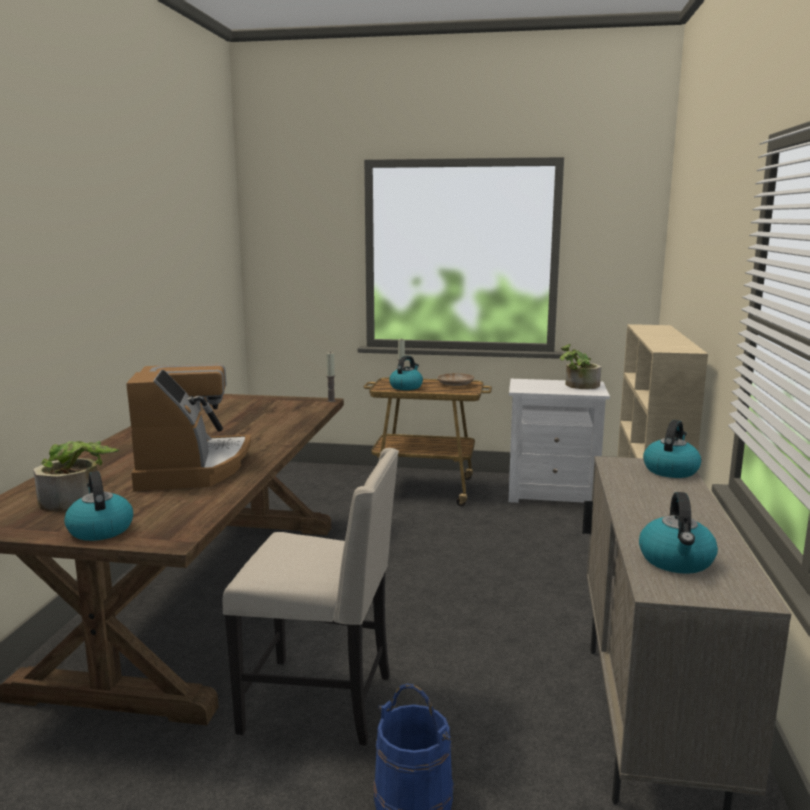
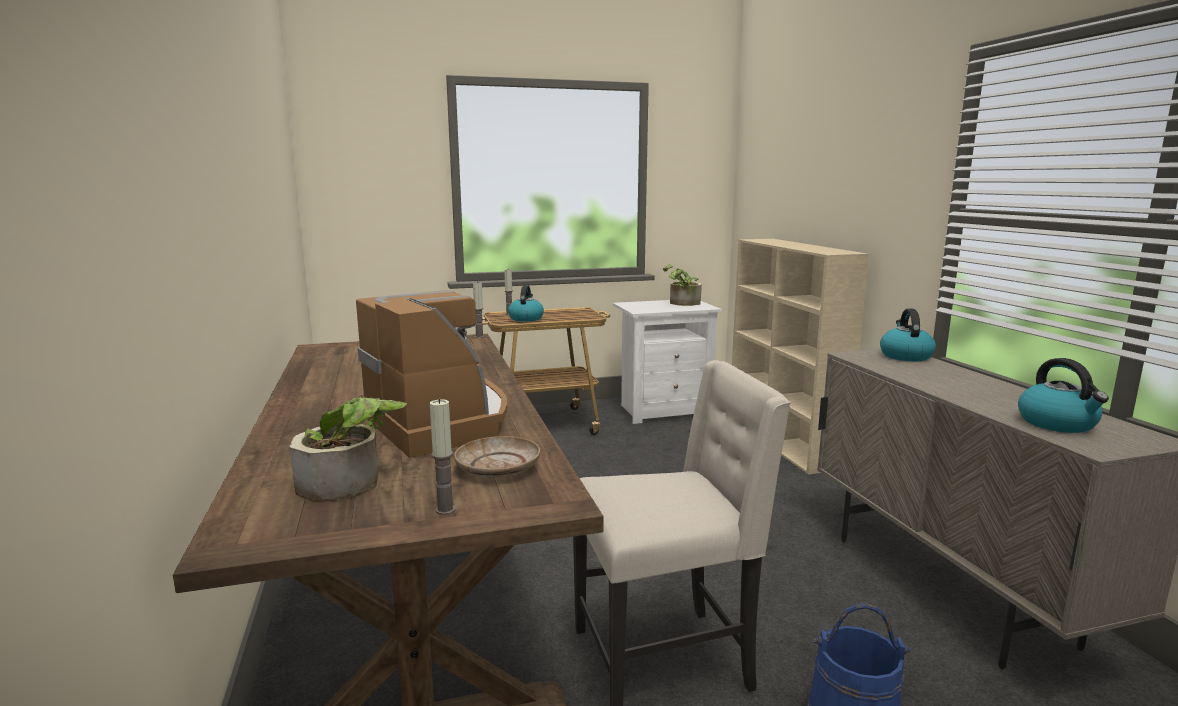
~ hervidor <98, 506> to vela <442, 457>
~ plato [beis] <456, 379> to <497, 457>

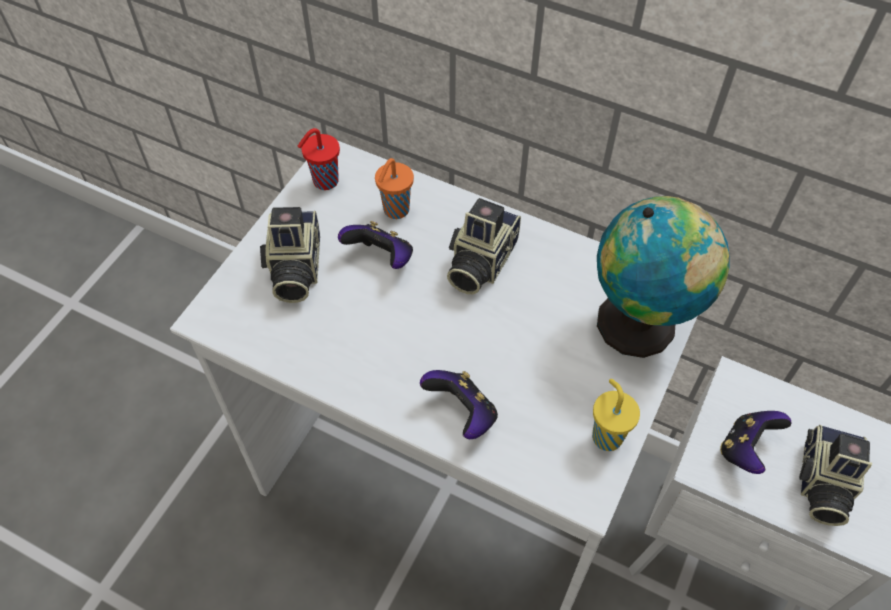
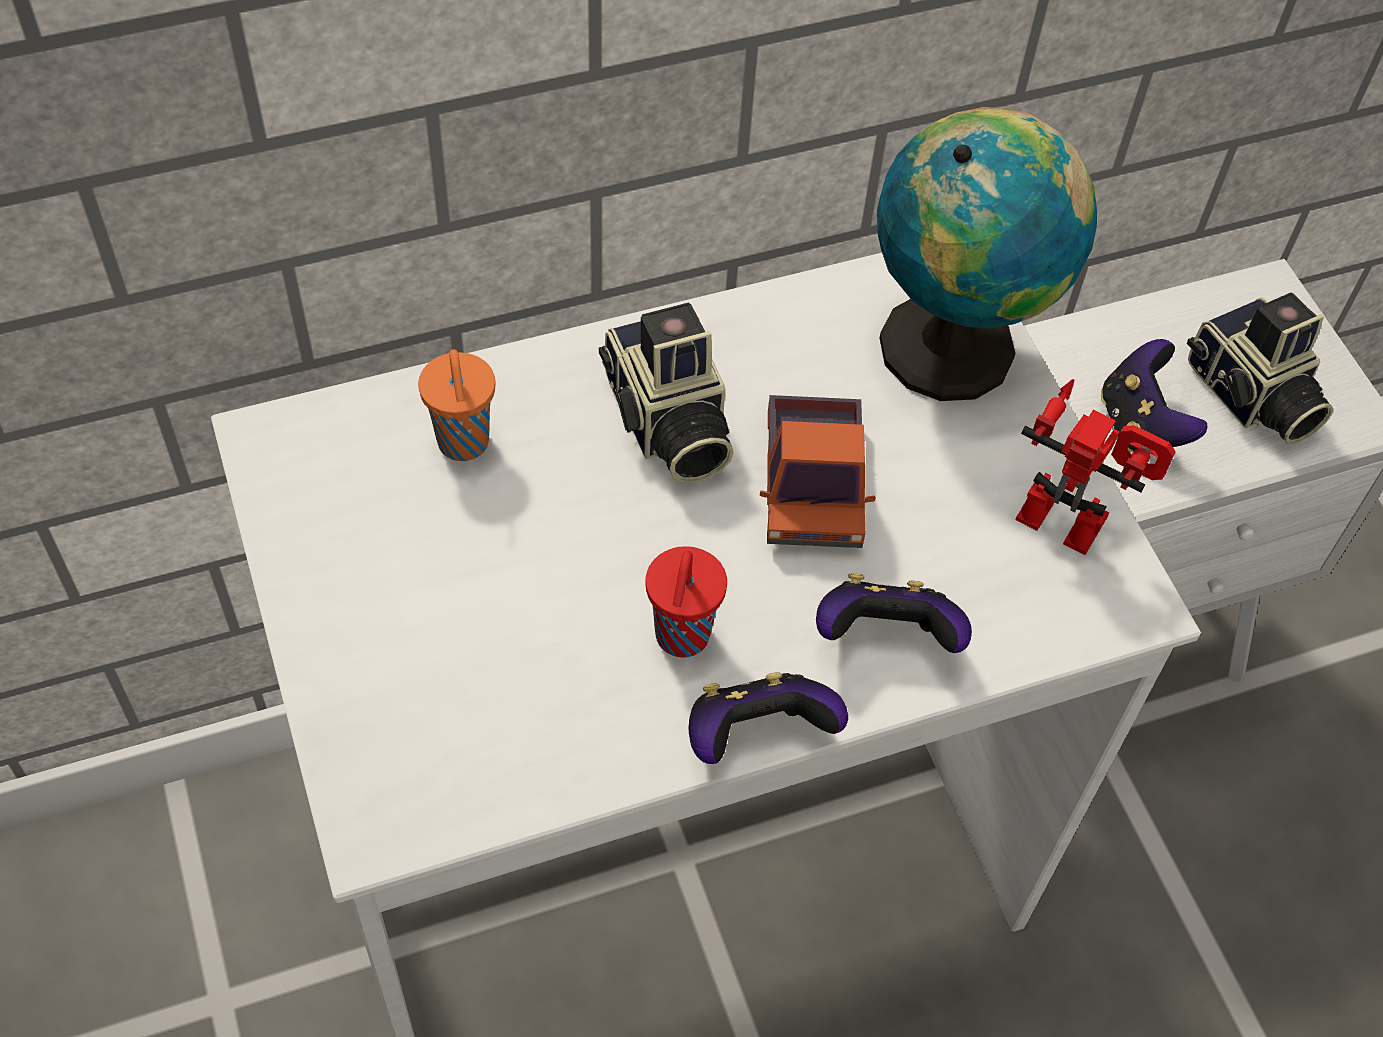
~ taza [rojo] <319, 159> to <686, 601>
~ mando de consola <375, 245> to <768, 718>
+ camión de juguete <818, 471>
~ taza [amarillo] <616, 415> to robot de juguete <1095, 467>
- cámara <290, 255>

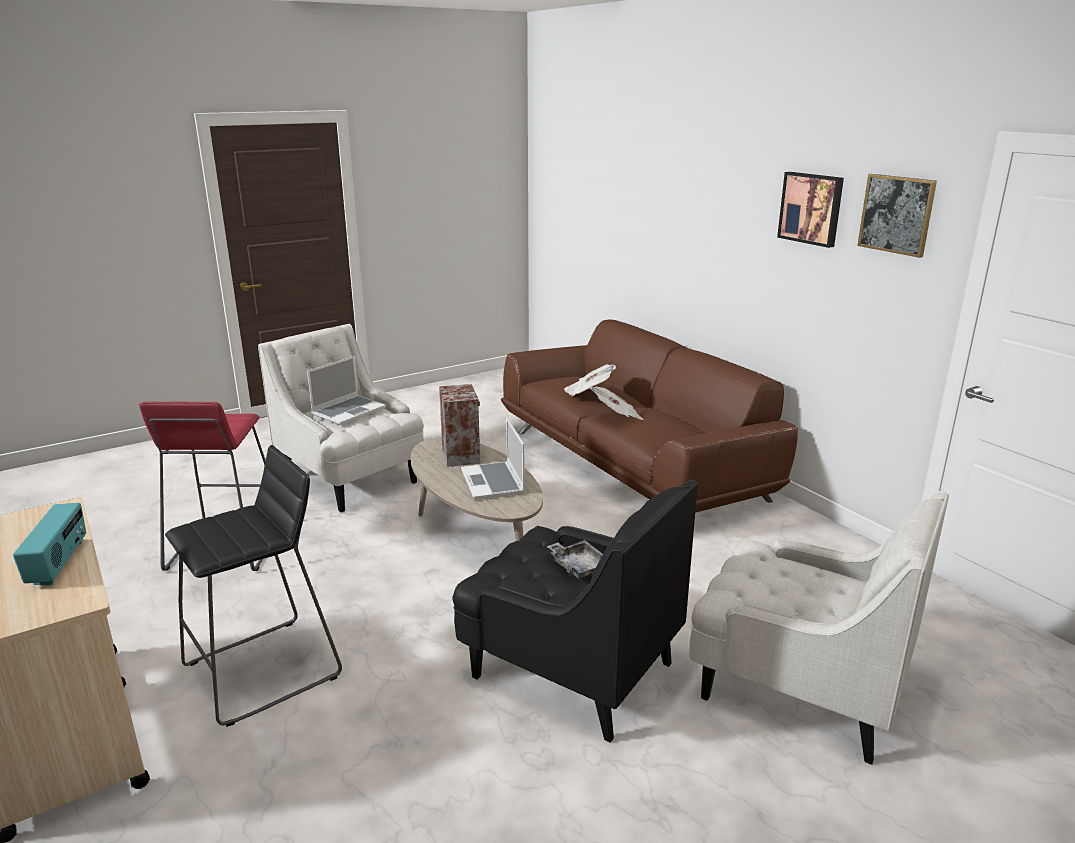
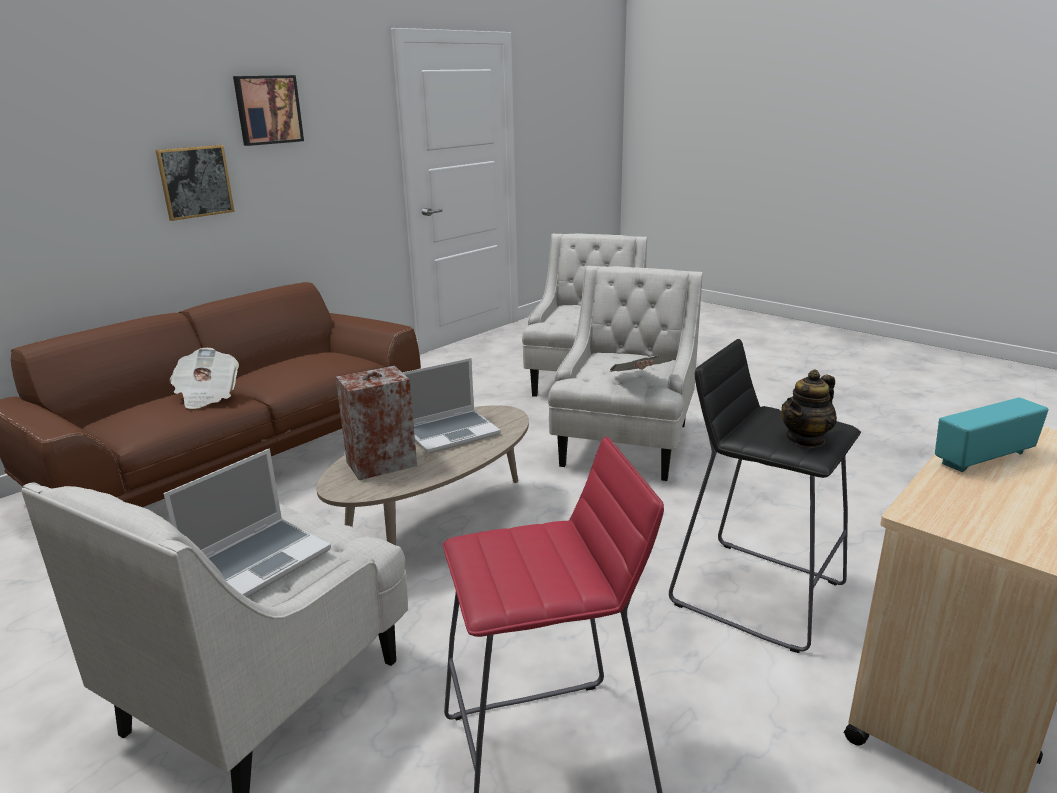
~ cuadro <897, 216> to <195, 183>
~ portátil <346, 390> = <247, 523> 105 degrees clockwise
~ sillón [negro] <575, 611> to sillón [blanco] <625, 373>
~ periódico <616, 403> to <641, 363>
+ tetera <809, 408>
- bandeja [gris] <575, 559>

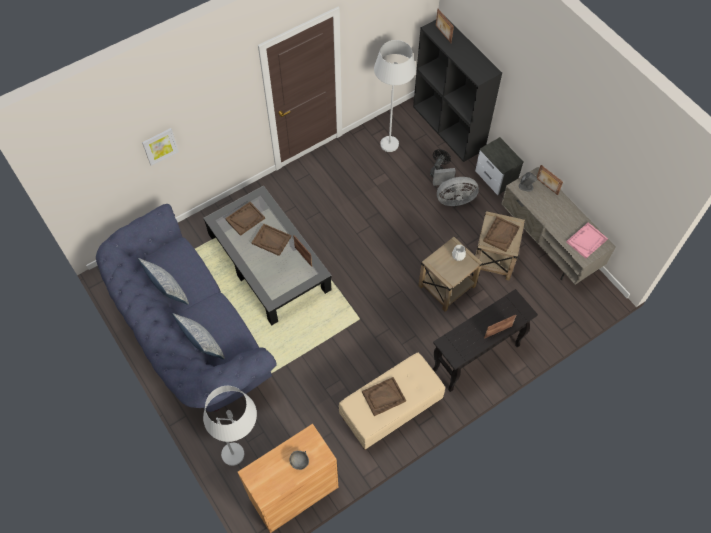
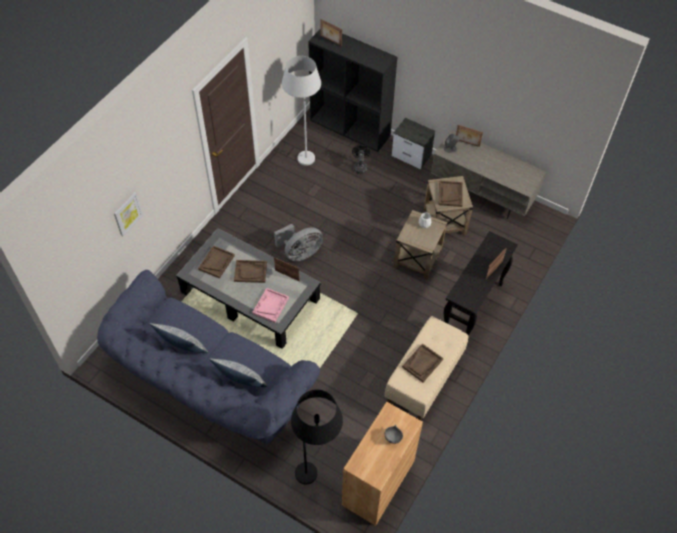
~ bandeja [rosa] <587, 240> to <270, 305>
~ ventilador [gris] <456, 187> to <298, 242>
~ lámpara de pie [blanco] <230, 426> to lámpara de pie [negro] <317, 437>

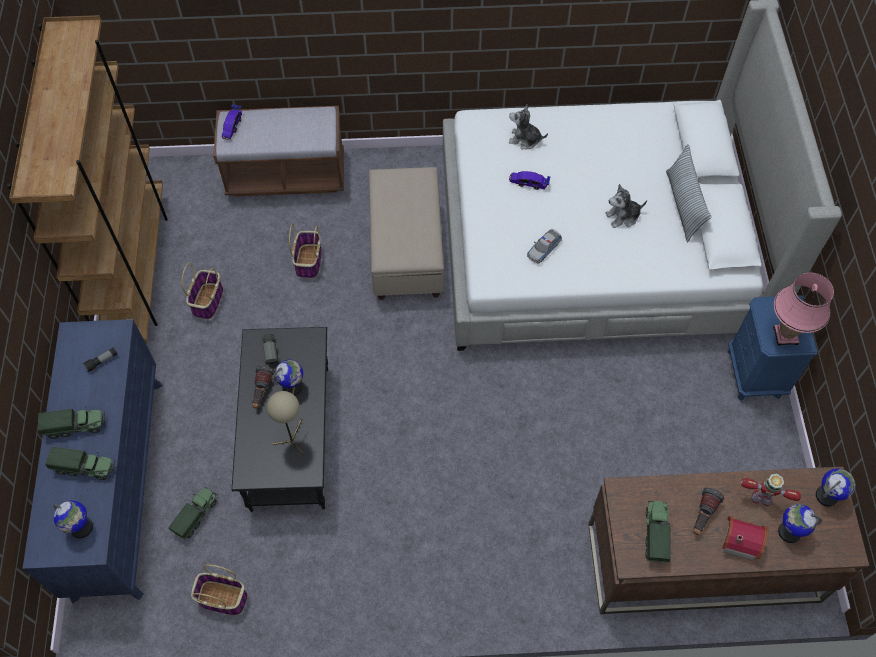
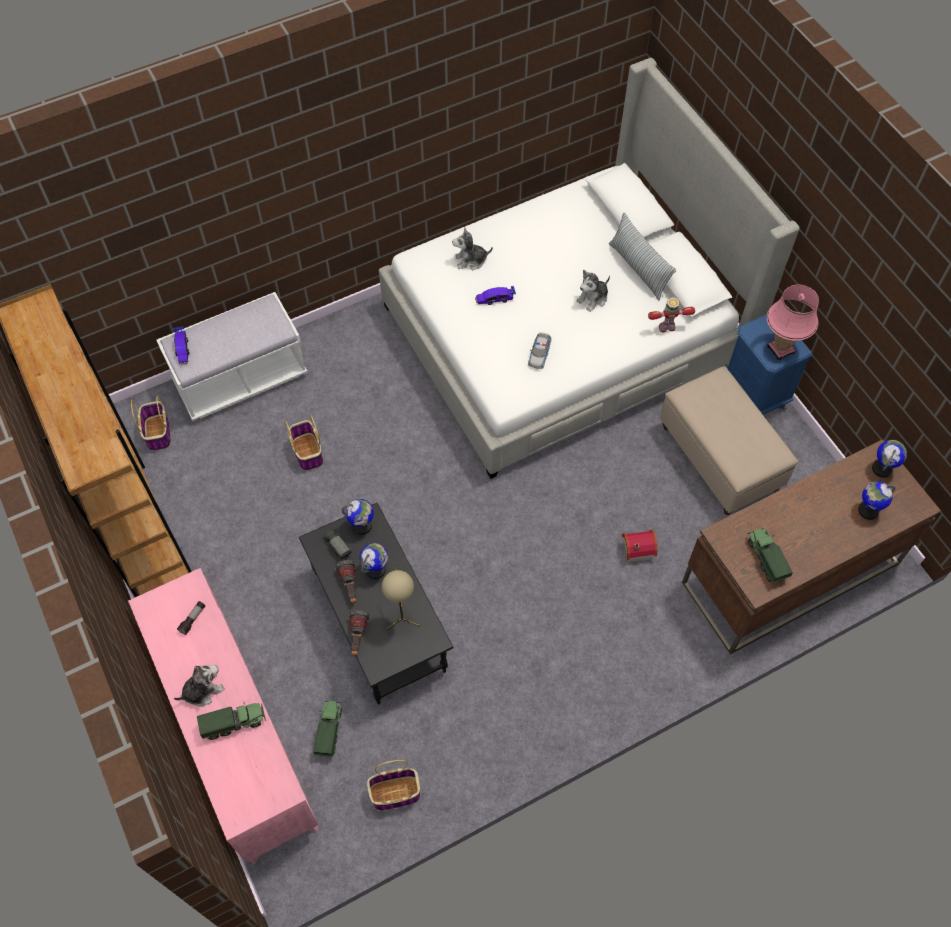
~ cómoda [azul] <92, 461> to cómoda [rosa] <223, 716>
~ cesta <202, 291> to <151, 423>
~ banco [marrón] <278, 151> to banco [blanco] <231, 356>
~ camión de juguete <71, 423> to peluche <199, 685>
~ globo terráqueo <73, 519> to <357, 517>
~ linterna <709, 511> to <359, 633>
~ casita <745, 538> to <639, 546>
~ robot de juguete <771, 490> to <671, 315>
~ puf [beis] <406, 233> to <729, 440>

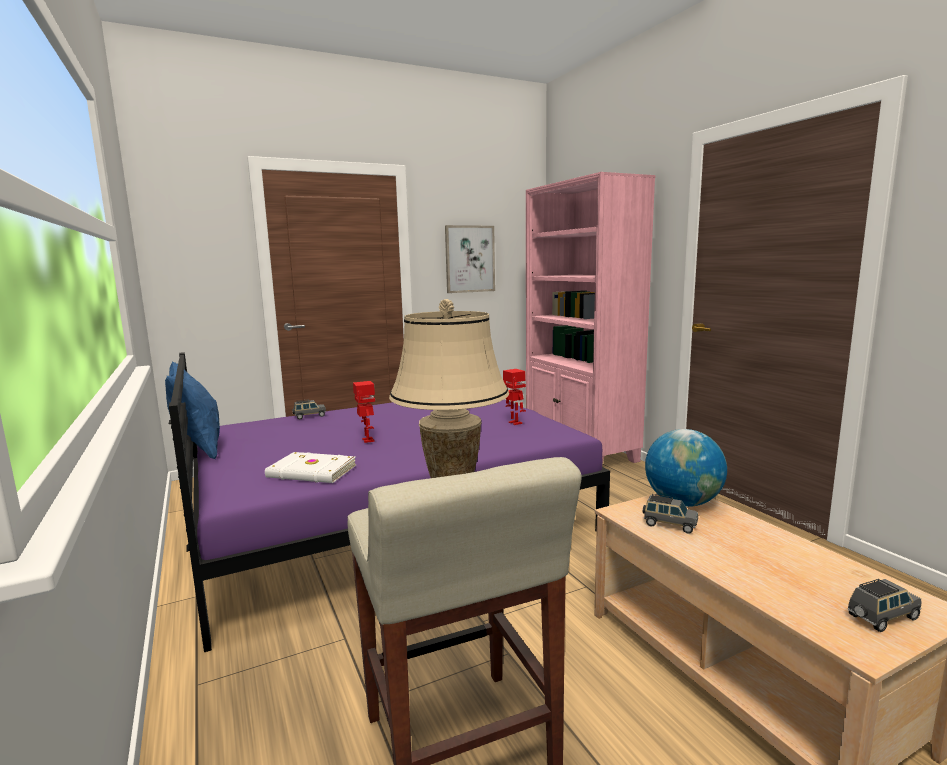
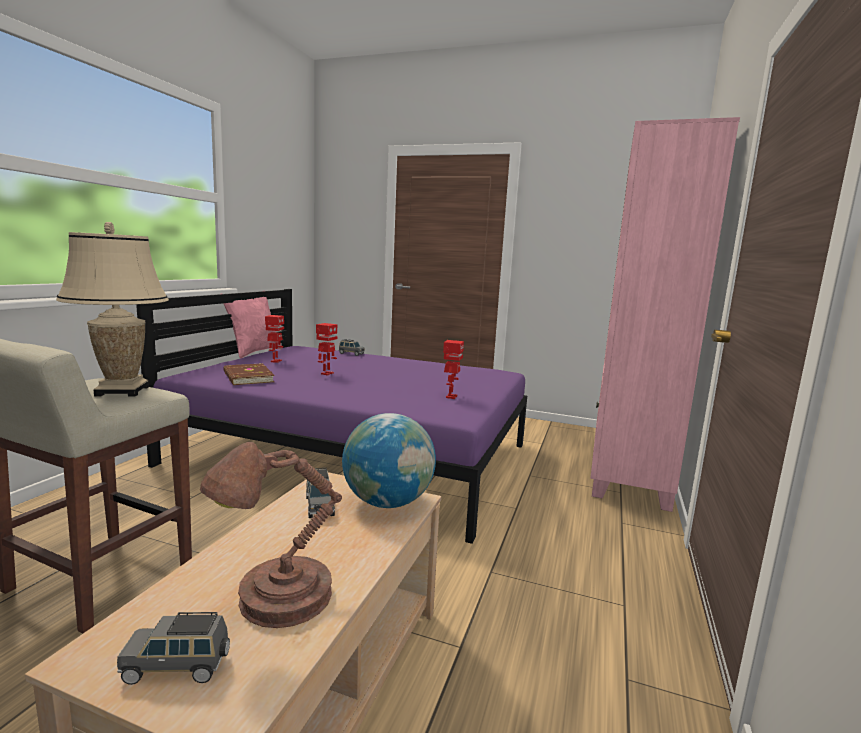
~ coche de juguete [gris] <885, 605> = <173, 648> 150 degrees clockwise
+ lámpara de mesa [marrón] <271, 535>
~ cojín [azul] <192, 410> to cojín [rosa] <252, 328>
~ libro [blanco] <310, 467> to libro [marrón] <249, 374>
+ robot de juguete <274, 339>
- cuadro <470, 259>

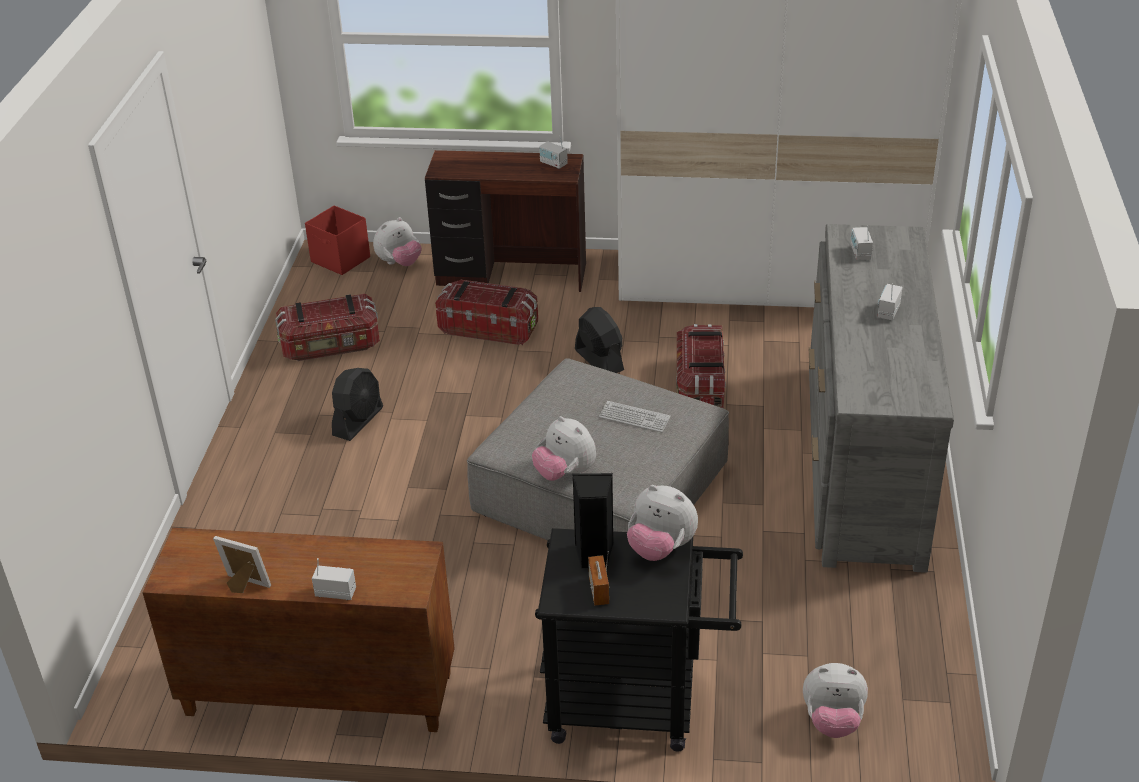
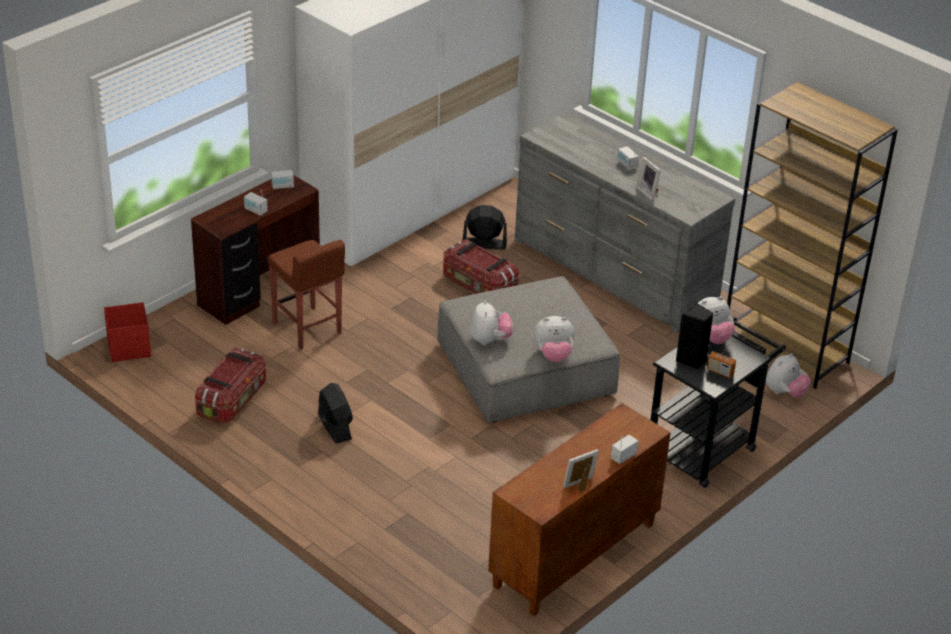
~ radio <862, 242> to <256, 202>
~ caja de almacenaje <486, 312> to taburete [marrón] <306, 295>
~ ventilador [negro] <599, 340> to <484, 227>
~ peluche <397, 241> to <491, 322>
+ portarretratos <648, 179>
+ estantería [marrón] <812, 235>
- teclado <635, 416>

